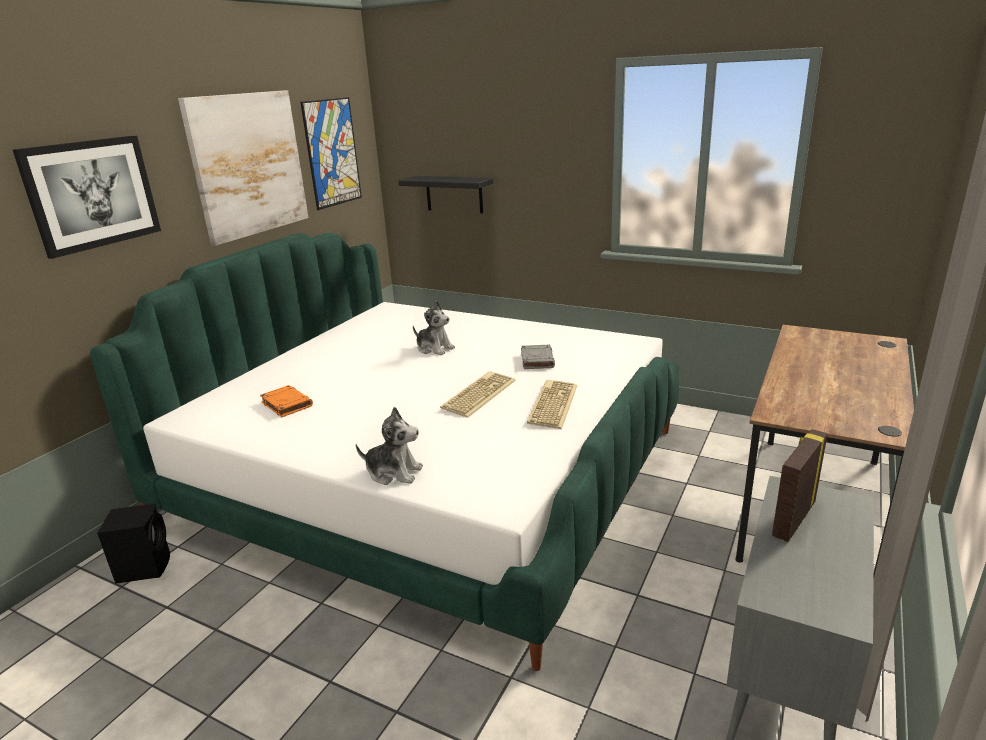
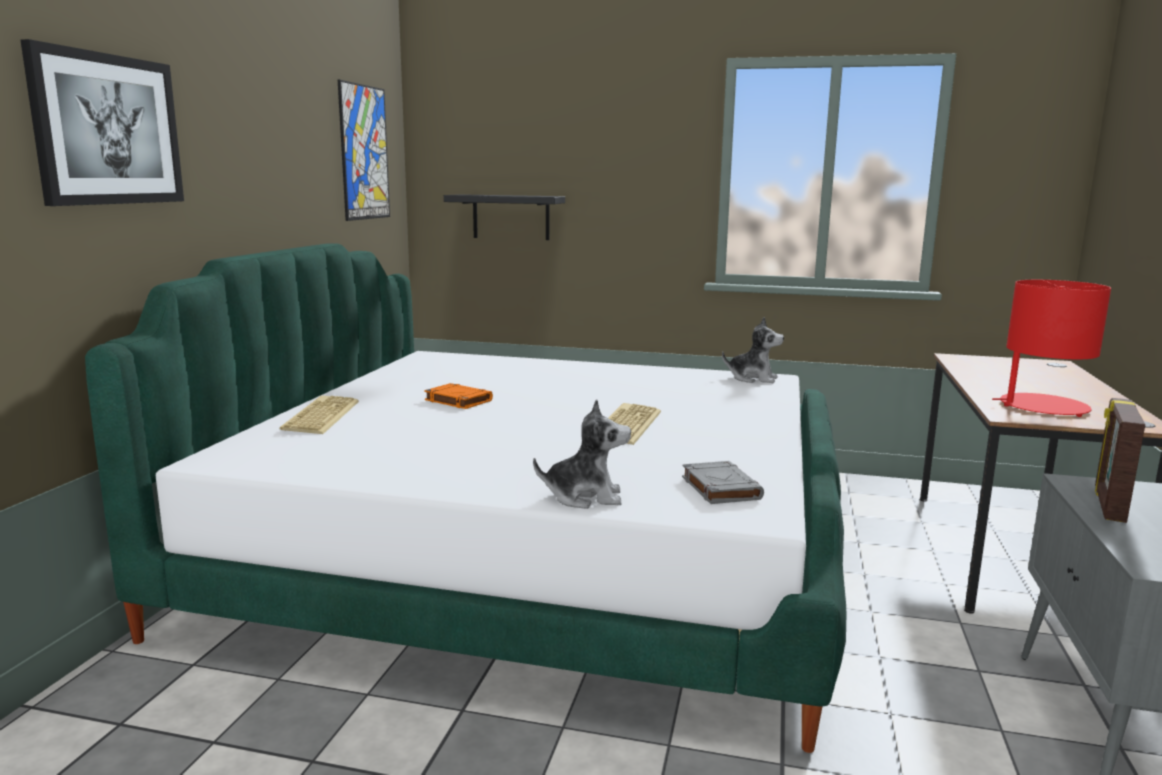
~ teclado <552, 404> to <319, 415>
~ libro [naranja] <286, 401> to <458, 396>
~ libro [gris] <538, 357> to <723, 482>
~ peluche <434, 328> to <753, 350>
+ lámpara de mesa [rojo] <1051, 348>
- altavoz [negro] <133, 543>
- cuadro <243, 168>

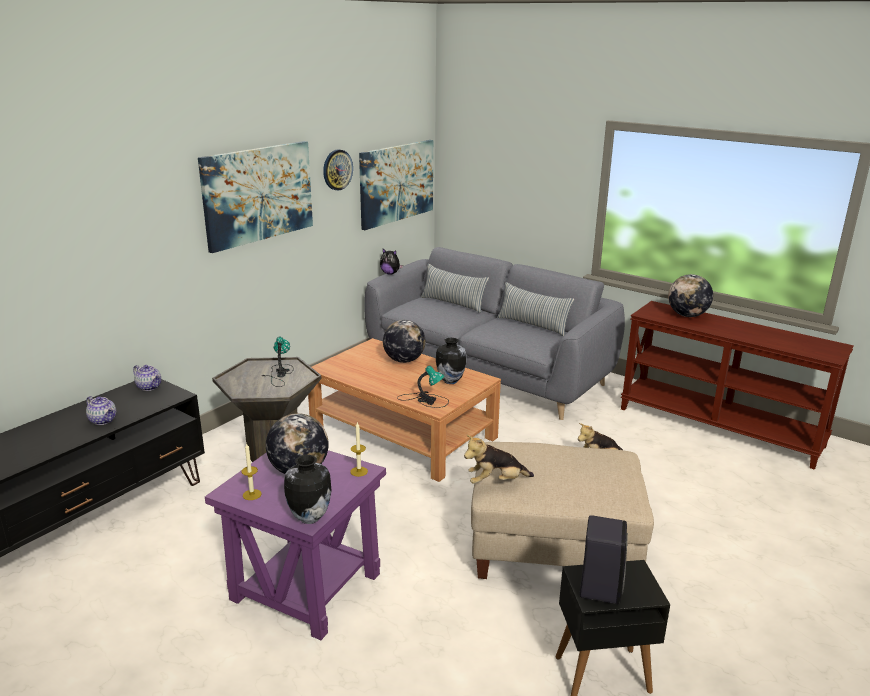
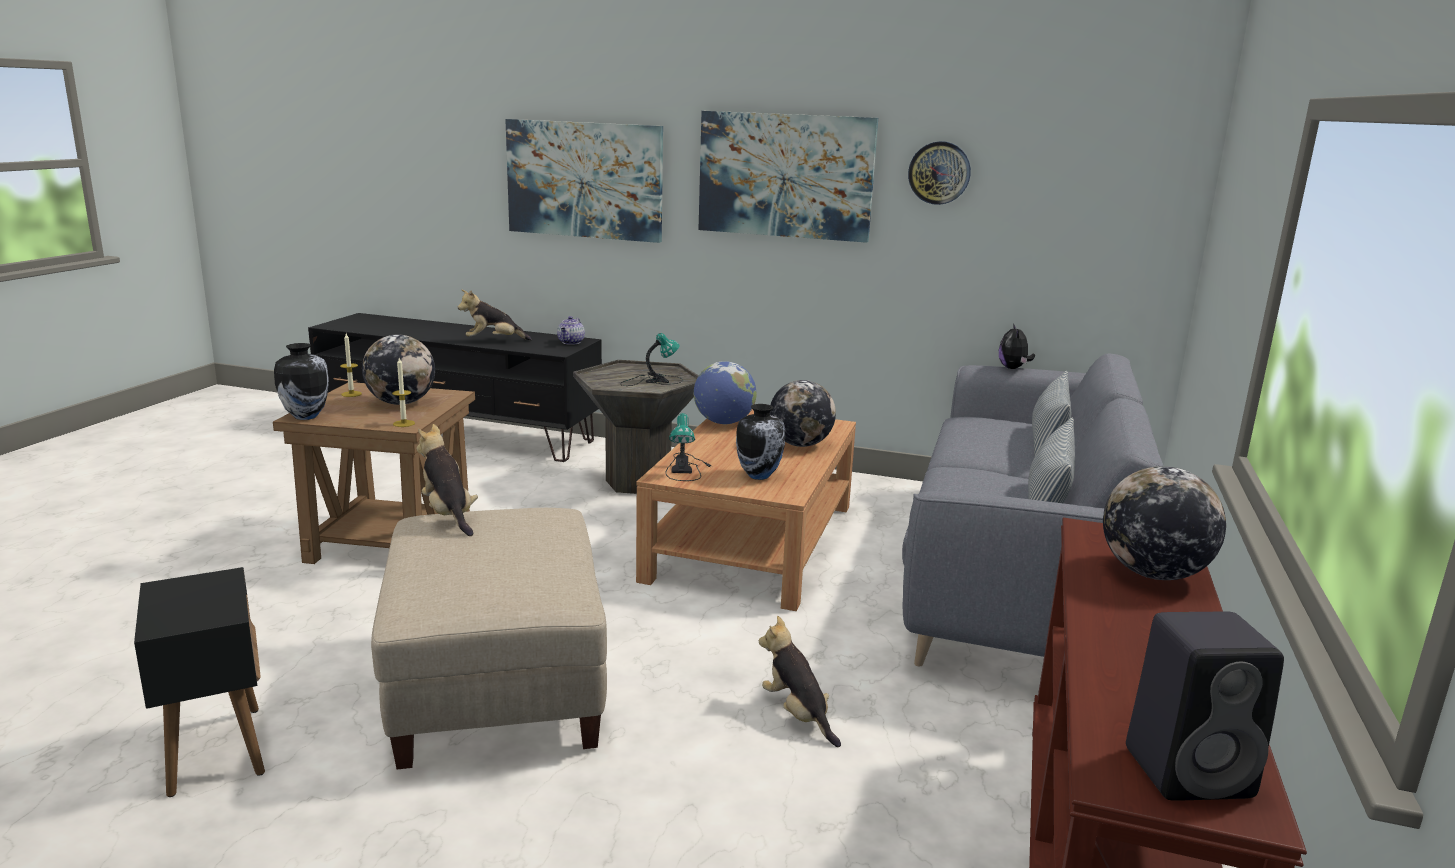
~ mesa auxiliar [morado] <295, 545> to mesa auxiliar [marrón] <374, 473>
~ tetera <101, 410> to peluche <495, 314>
~ cuadro <396, 185> to <584, 181>
+ globo terráqueo <725, 392>
~ altavoz [negro] <604, 559> to <1205, 706>

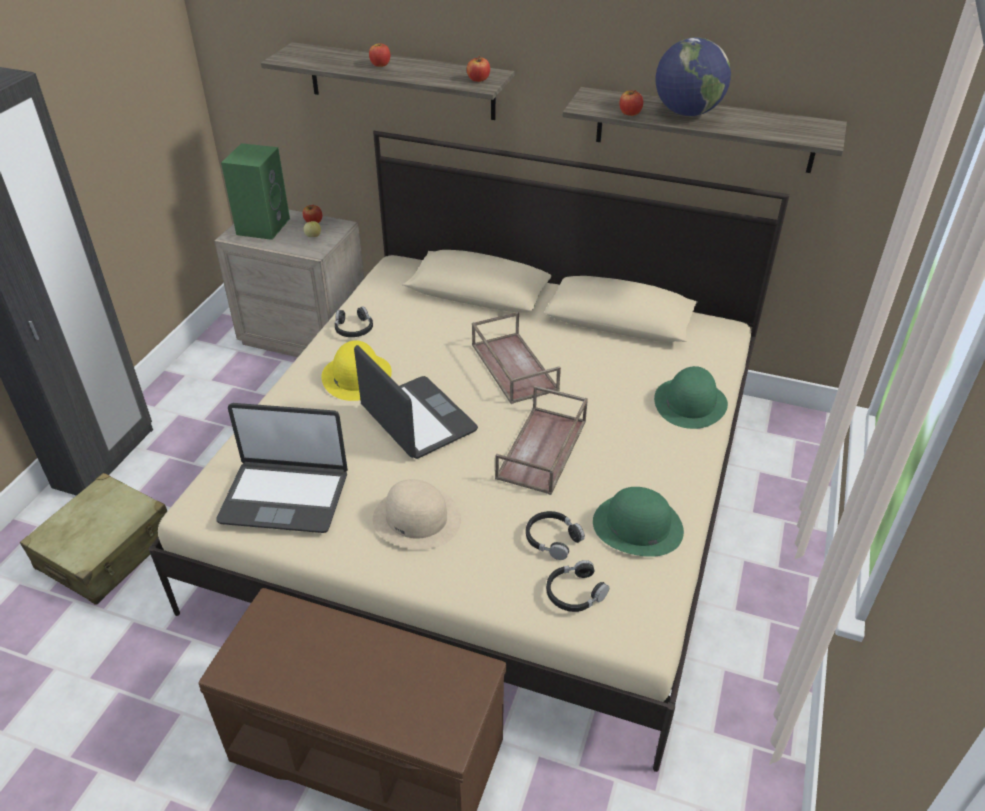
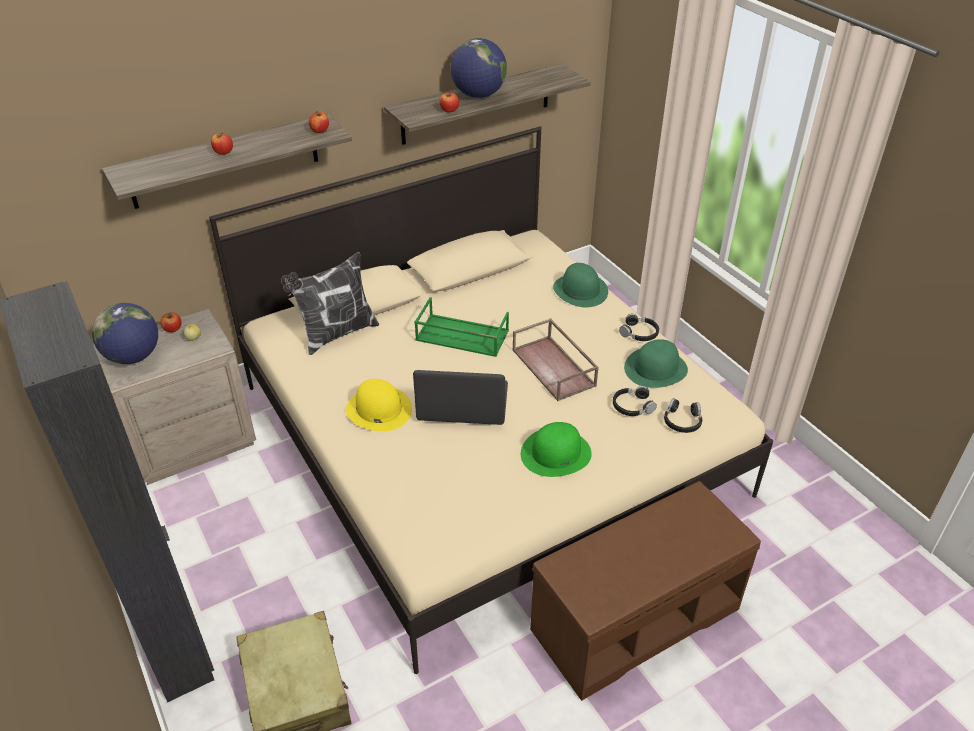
~ altavoz [verde] <255, 191> to globo terráqueo <125, 333>
+ cojín <330, 303>
~ bandeja [marrón] <516, 358> to bandeja [verde] <461, 327>
~ sombrero [beis] <417, 514> to sombrero [verde] <556, 449>
~ auriculares [negro] <354, 321> to <639, 327>
- portátil <282, 468>

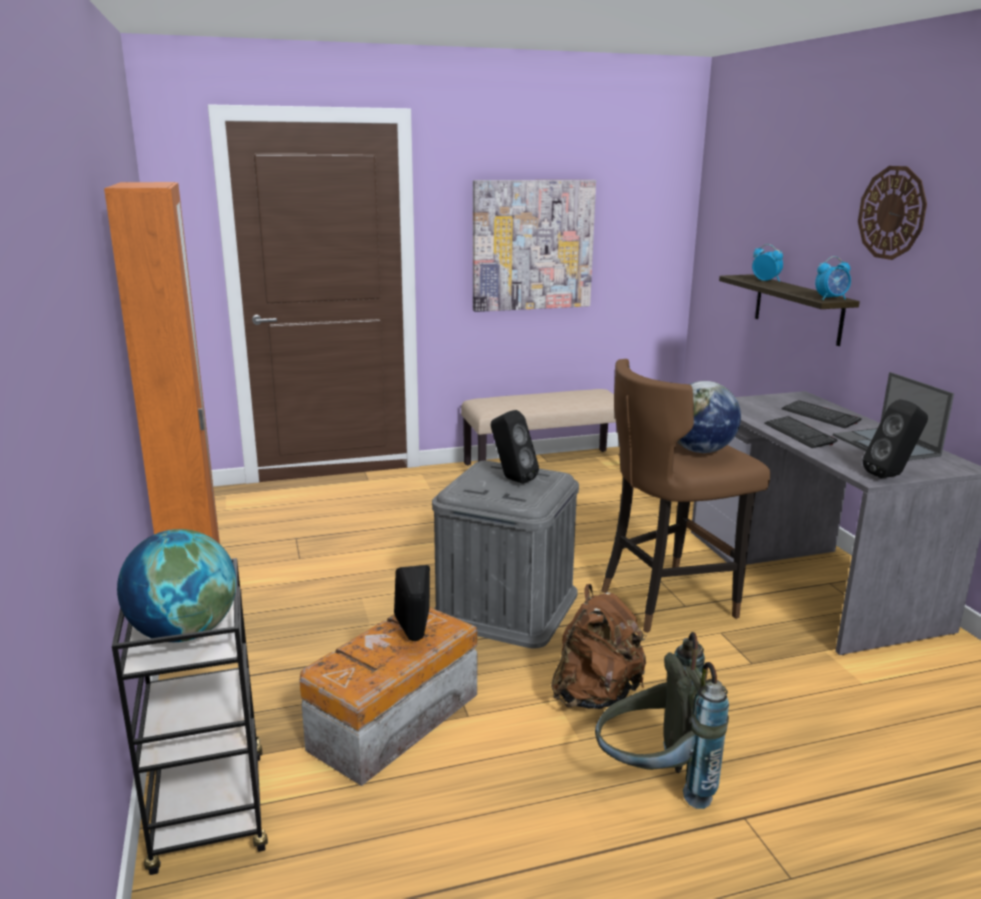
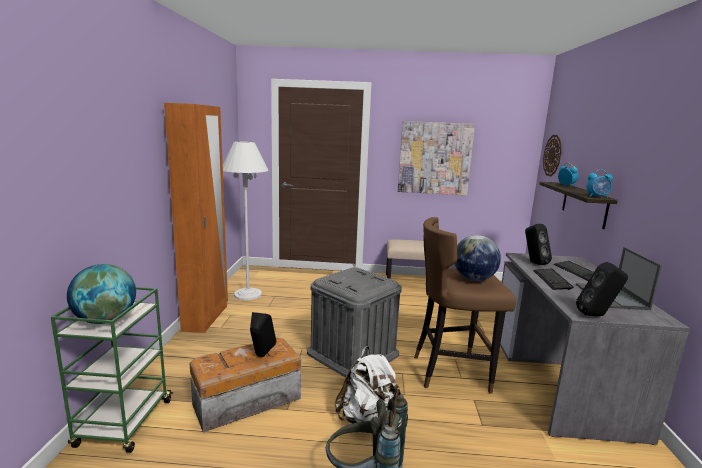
~ carrito [negro] <190, 716> to carrito [verde] <112, 370>
+ lámpara de pie [blanco] <246, 220>
~ mochila [marrón] <599, 646> to mochila [blanco] <367, 384>
~ altavoz [negro] <515, 447> to <538, 244>
~ reloj de pared <892, 213> to <552, 156>

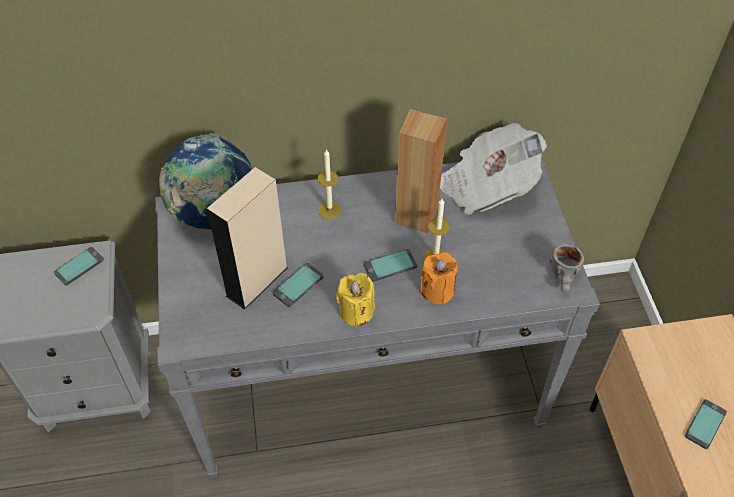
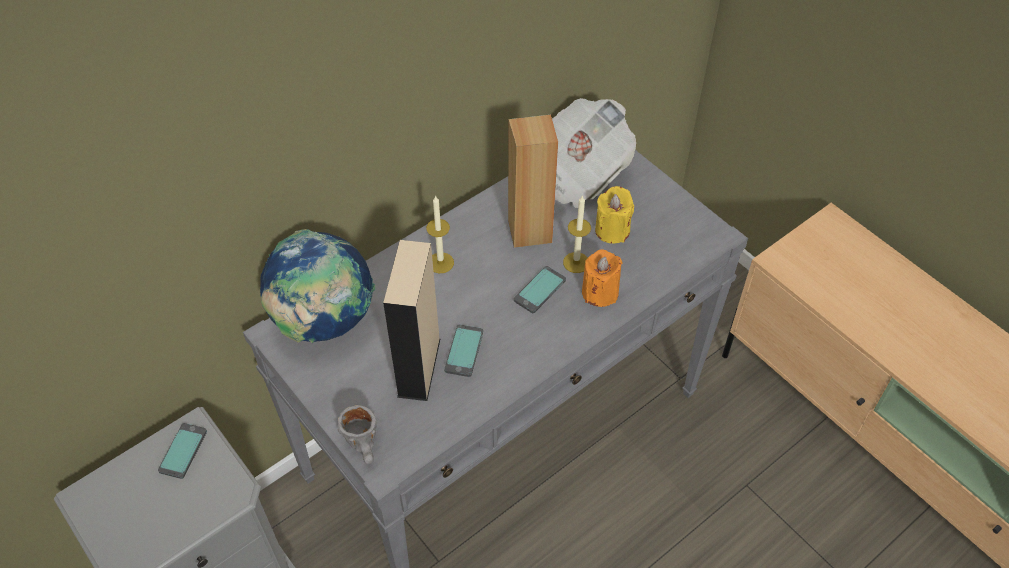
~ taza grande [gris] <567, 268> to <357, 434>
~ vela [amarillo] <355, 300> to <614, 215>
- móvil <706, 424>

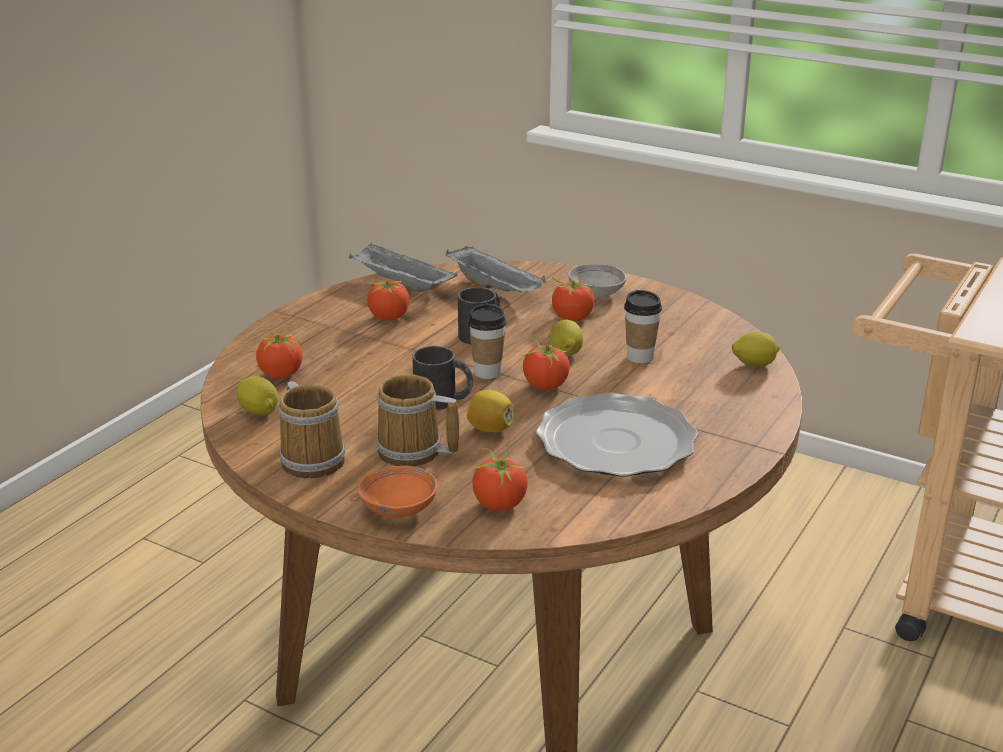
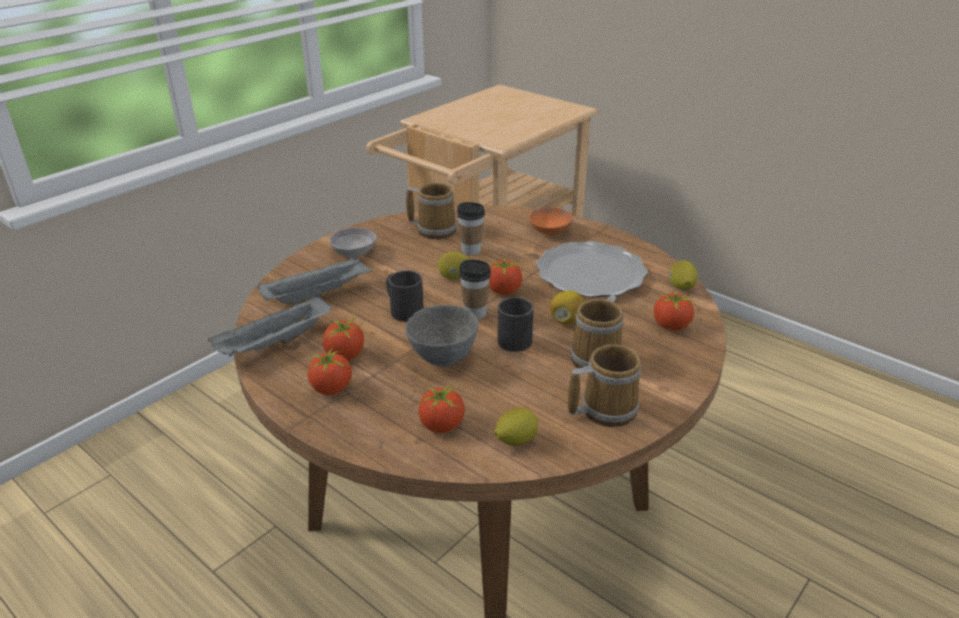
~ tomate <574, 299> to <329, 371>
+ cuenco [gris] <442, 336>
+ taza grande <431, 211>
~ cuenco [naranja] <397, 492> to <551, 221>
~ limón <756, 349> to <683, 275>

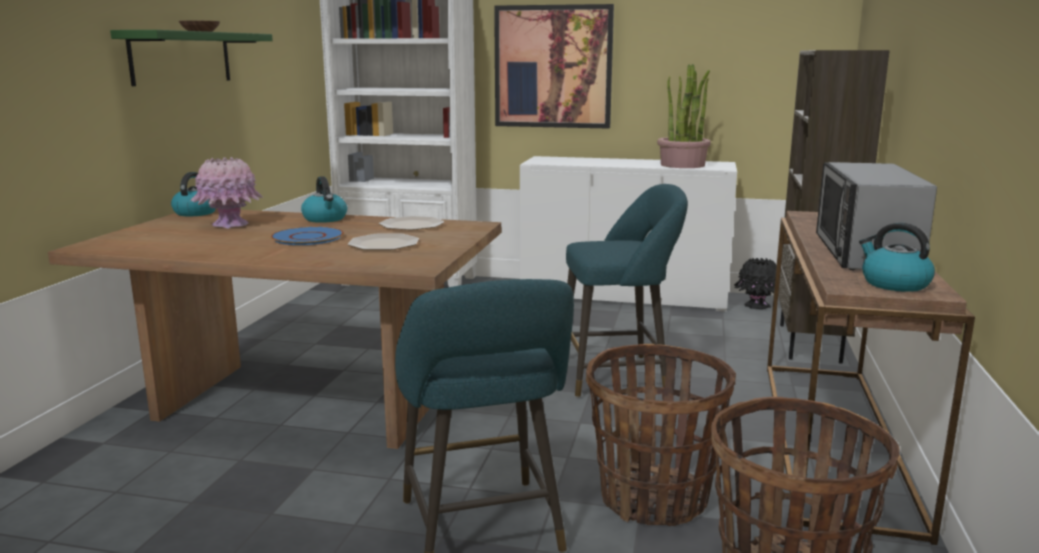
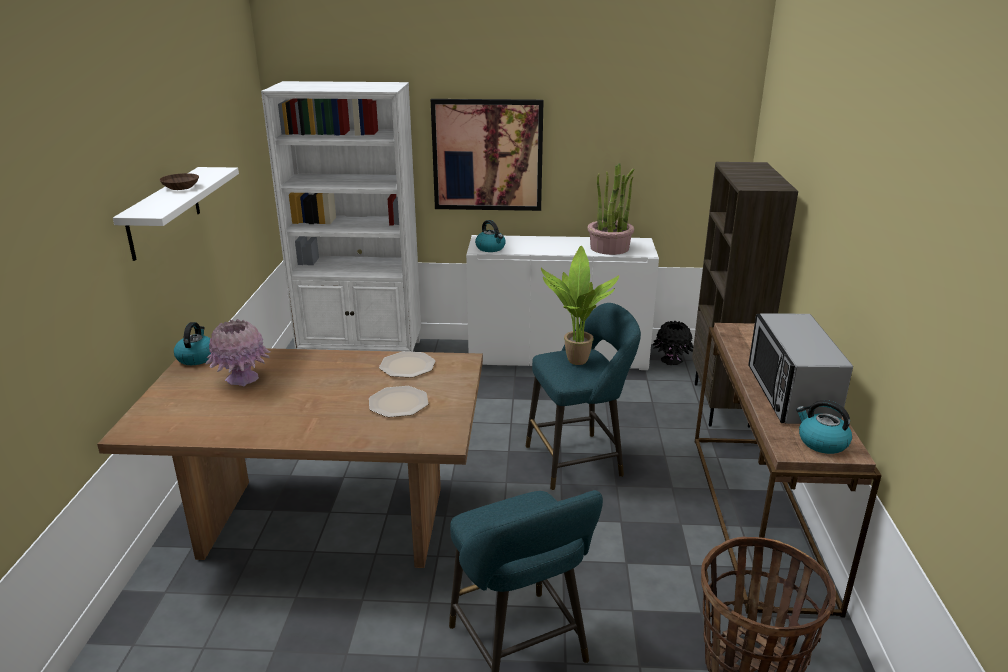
~ estante [verde] <191, 58> to estante [blanco] <176, 214>
~ hervidor <324, 199> to <490, 236>
+ planta en maceta <580, 305>
- plato [azul] <307, 236>
- cesta <661, 435>

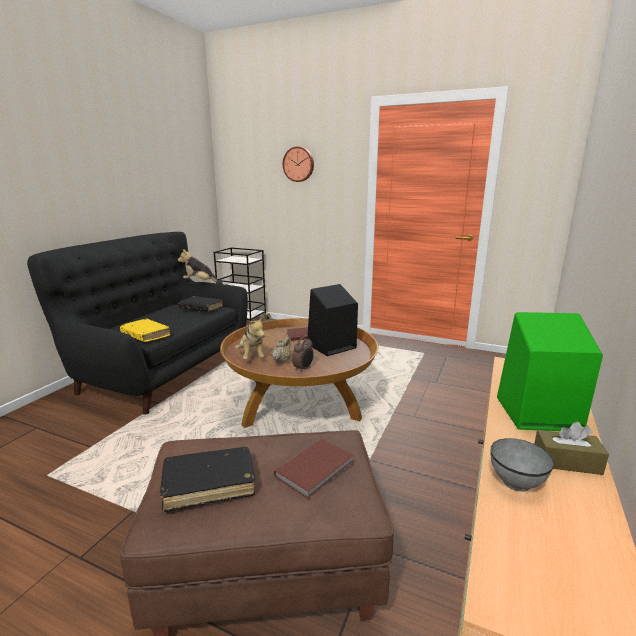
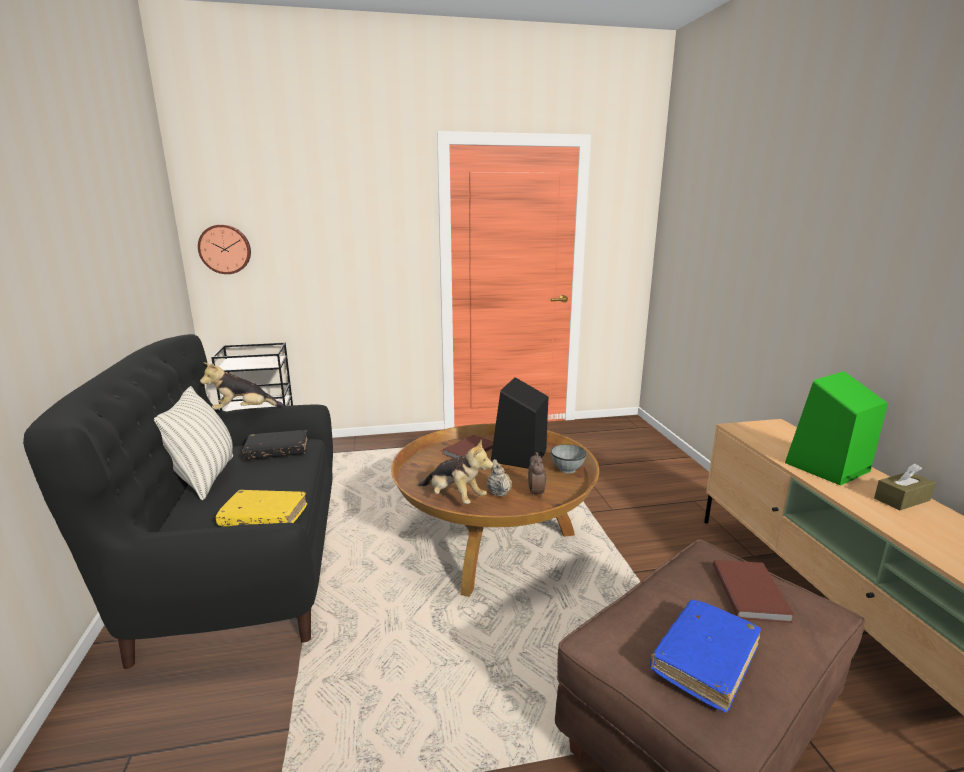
+ cojín <193, 443>
~ reloj de pared <298, 164> to <224, 249>
~ cuenco [gris] <522, 465> to <568, 459>
~ libro [negro] <207, 479> to libro [azul] <705, 656>

